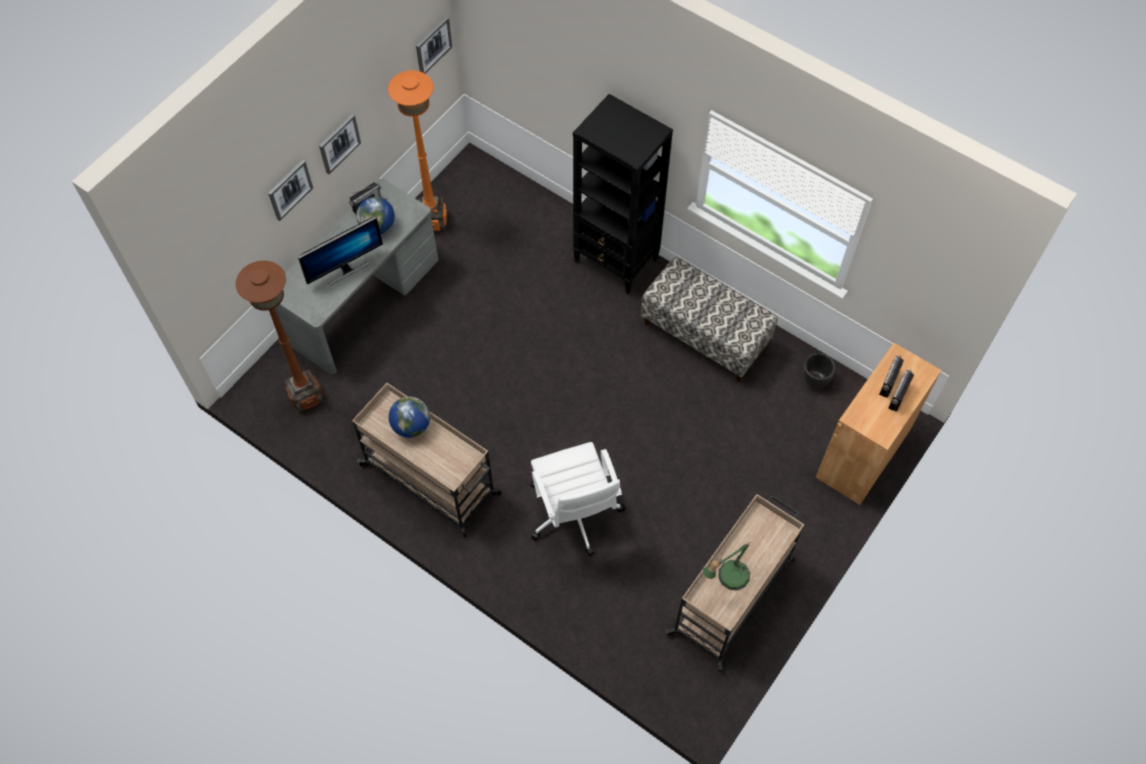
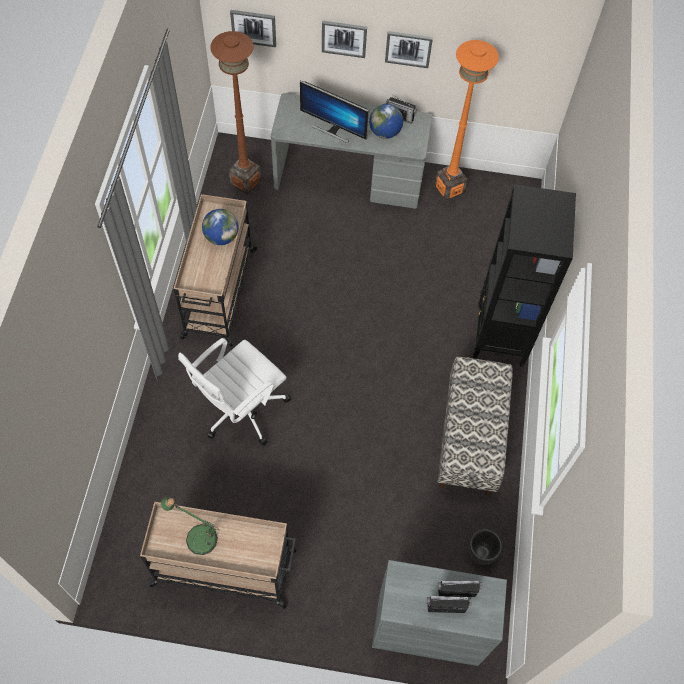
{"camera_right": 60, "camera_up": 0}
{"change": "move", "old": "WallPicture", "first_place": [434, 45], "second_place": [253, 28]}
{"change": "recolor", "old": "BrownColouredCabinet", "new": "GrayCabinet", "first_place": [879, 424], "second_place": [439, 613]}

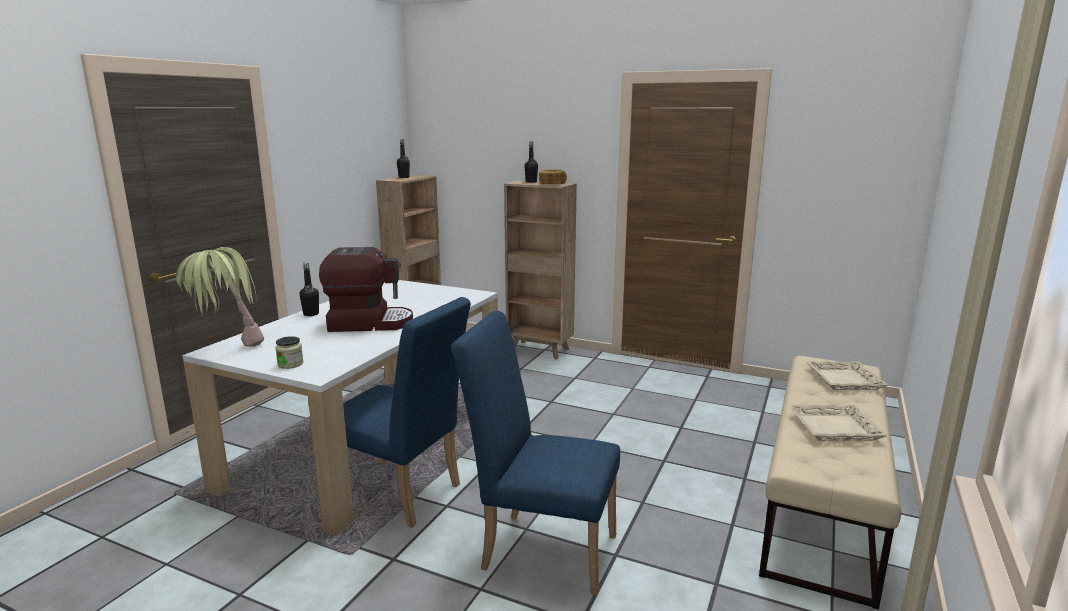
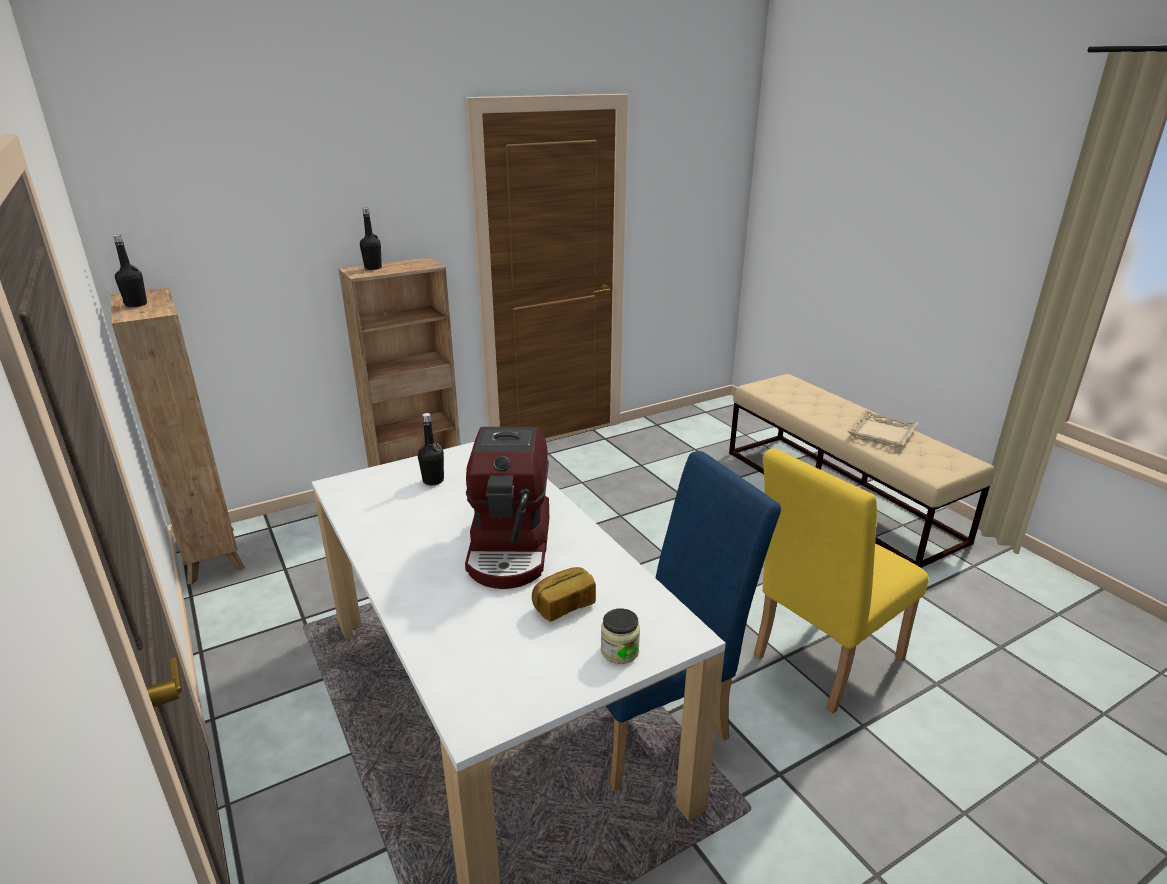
{"camera_right": -55, "camera_up": 10}
{"change": "delete", "old": "Houseplant", "first_place": [220, 297]}
{"change": "delete", "old": "BeigeTray", "first_place": [847, 375]}
{"change": "move", "old": "BlackishDrinkBottle", "first_place": [309, 289], "second_place": [431, 449]}
{"change": "move", "old": "BakeryBread", "first_place": [553, 176], "second_place": [564, 594]}
{"change": "recolor", "old": "BlueColouredPlainChair", "new": "YellowPlainChair", "first_place": [535, 453], "second_place": [841, 581]}
{"change": "rotate", "old": "CoffeeMaker", "first_place": [366, 289], "second_place": [507, 508], "degrees": 150}

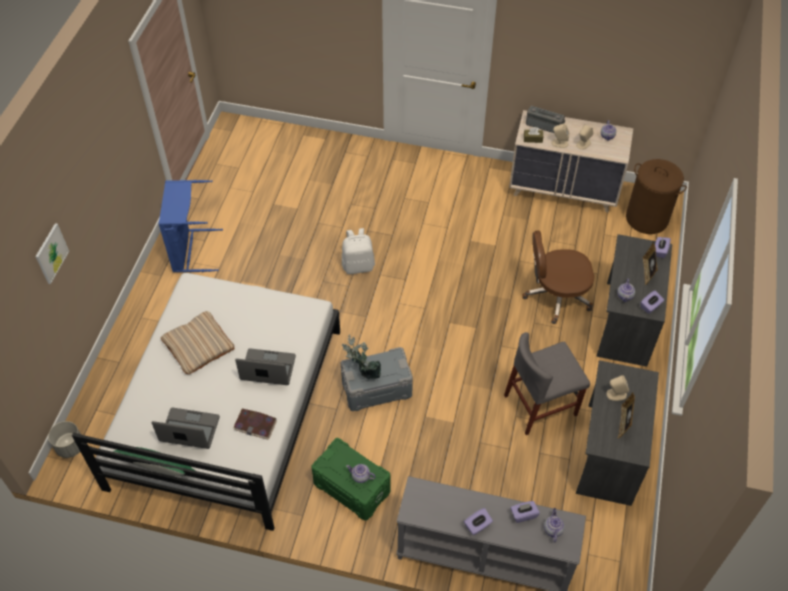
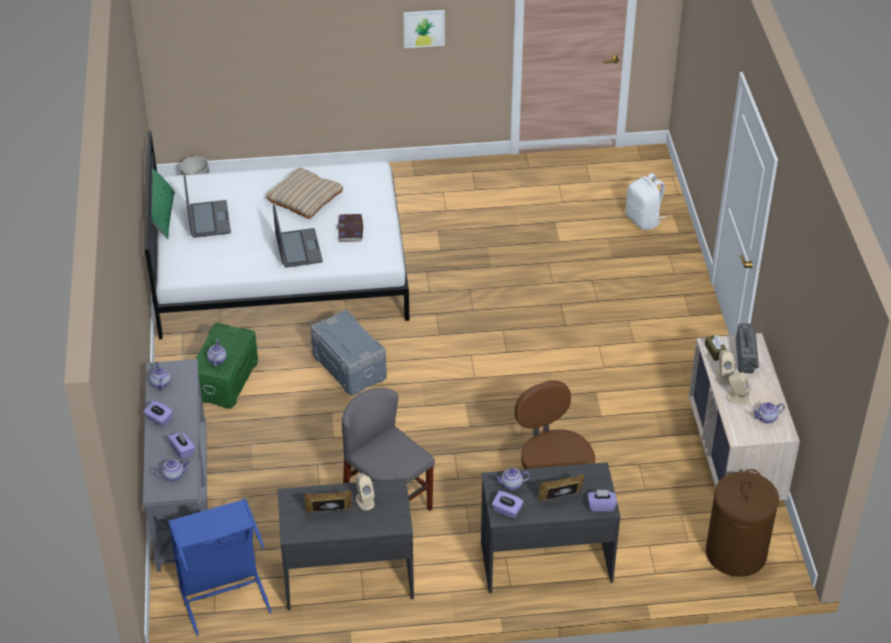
{"camera_right": 70, "camera_up": -10}
{"change": "delete", "old": "Houseplant", "first_place": [361, 356]}
{"change": "insert", "new": "TeaPot", "second_place": [160, 376]}
{"change": "move", "old": "WallPicture", "first_place": [52, 253], "second_place": [424, 29]}
{"change": "move", "old": "BlueColouredLaundryBasket", "first_place": [191, 226], "second_place": [220, 567]}
{"change": "move", "old": "Volume", "first_place": [255, 424], "second_place": [350, 228]}
{"change": "move", "old": "WhitishBackpack", "first_place": [358, 251], "second_place": [646, 201]}

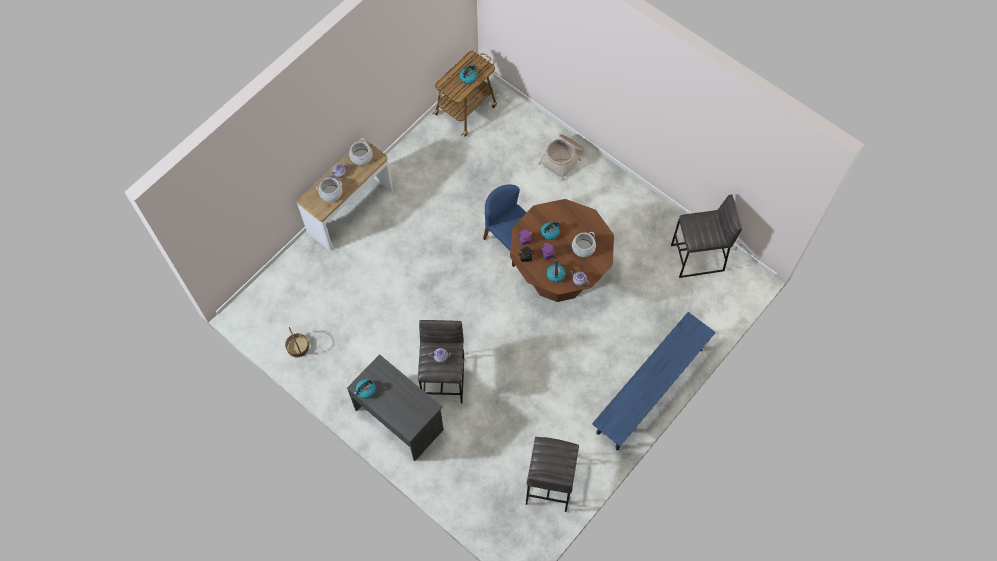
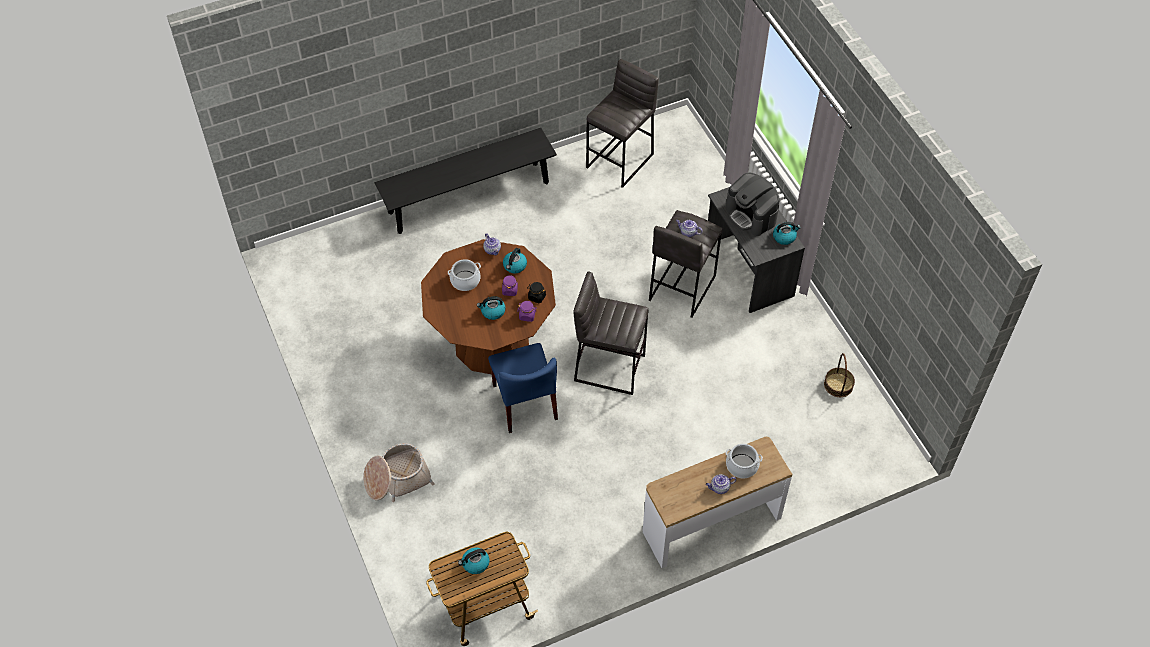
{"camera_right": -155, "camera_up": -10}
{"change": "delete", "old": "Stockpot", "first_place": [361, 152]}
{"change": "insert", "new": "CoffeeMaker", "second_place": [753, 204]}
{"change": "move", "old": "GrayStoolSeat", "first_place": [706, 236], "second_place": [611, 333]}
{"change": "recolor", "old": "BlueColouredIndoorBench", "new": "BlackishIndoorBench", "first_place": [654, 381], "second_place": [466, 181]}

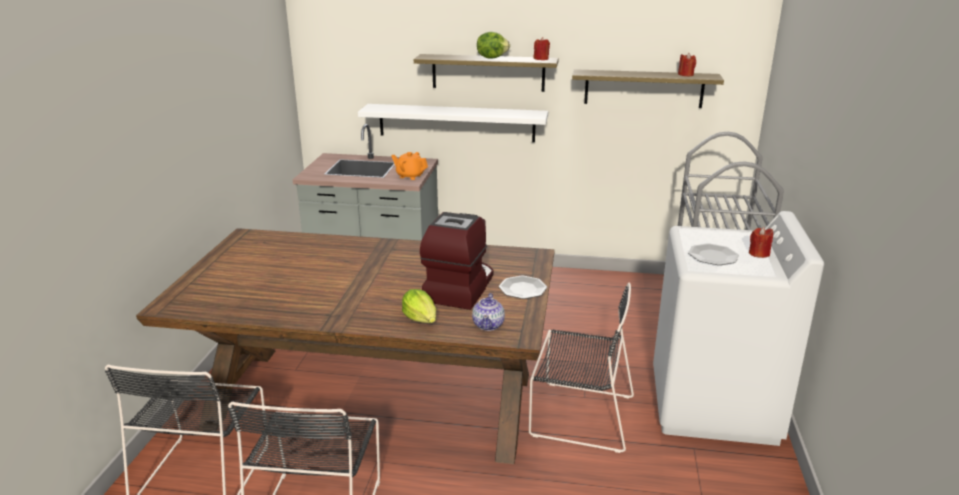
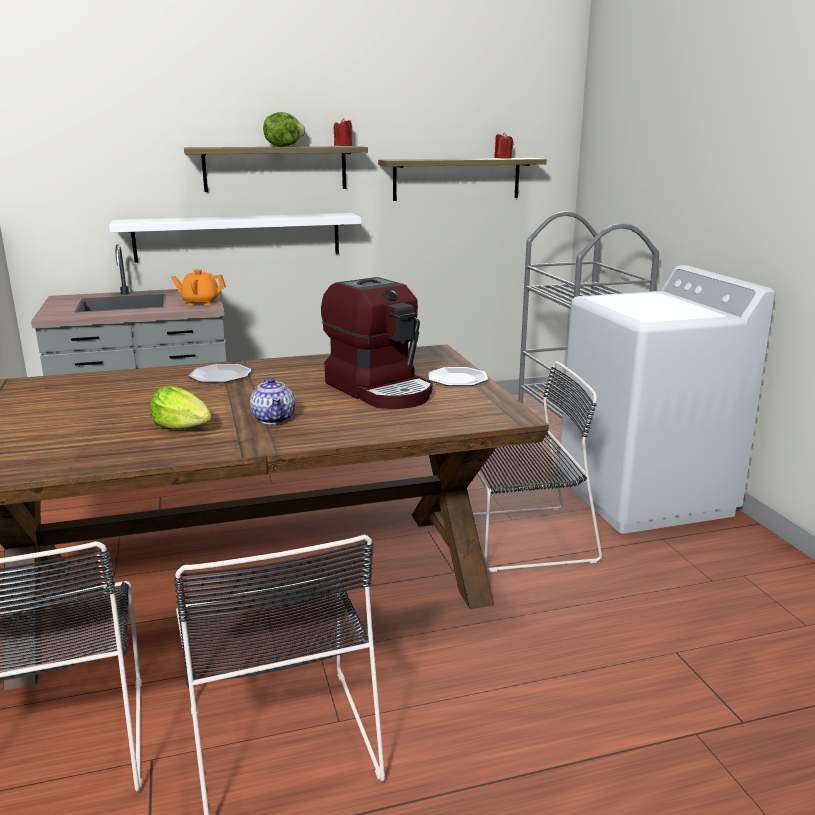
{"camera_right": -25, "camera_up": -5}
{"change": "delete", "old": "RedWaxCandle", "first_place": [761, 242]}
{"change": "move", "old": "HeadOfLettuce", "first_place": [419, 306], "second_place": [180, 407]}
{"change": "move", "old": "TeaPot", "first_place": [488, 312], "second_place": [272, 401]}
{"change": "move", "old": "FlatDish", "first_place": [713, 254], "second_place": [220, 373]}
{"change": "rotate", "old": "CoffeeMaker", "first_place": [457, 261], "second_place": [377, 343], "degrees": 150}

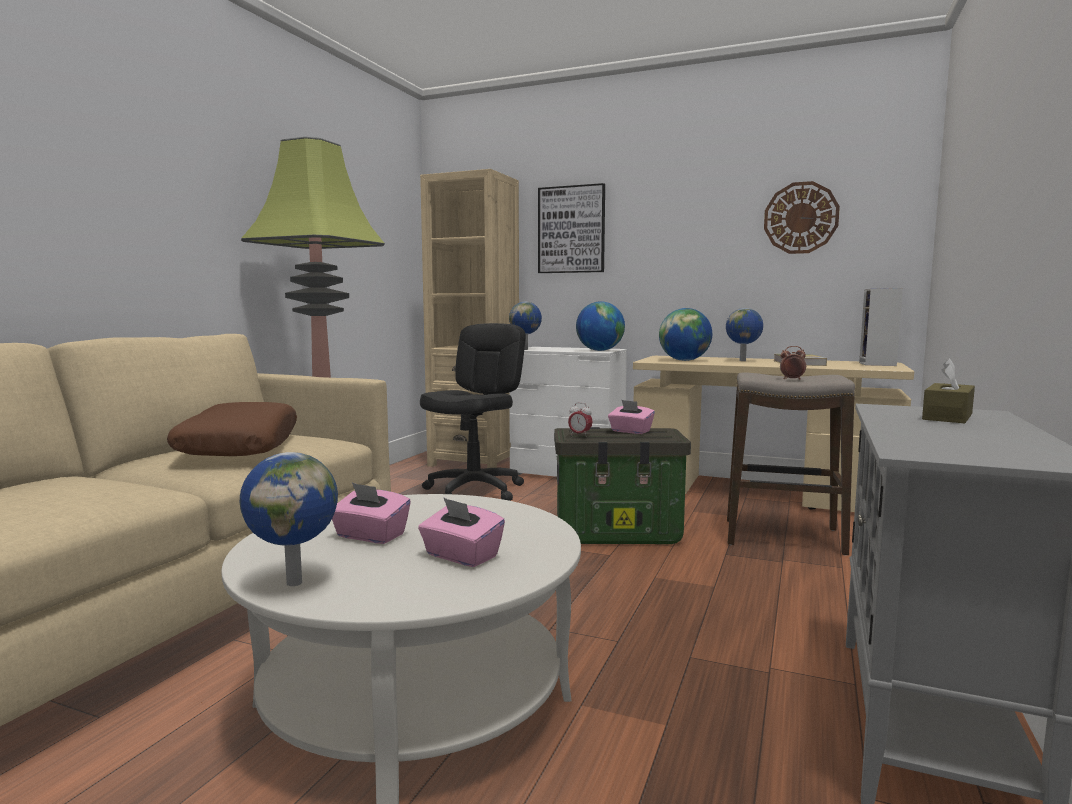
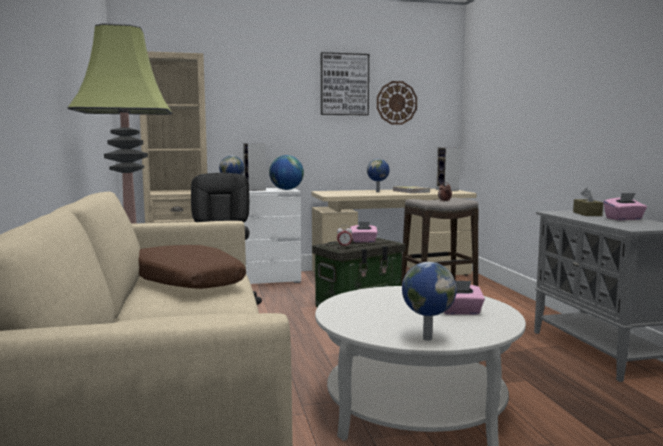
{"camera_right": -35, "camera_up": 0}
{"change": "delete", "old": "Globe", "first_place": [685, 334]}
{"change": "insert", "new": "Loudspeaker", "second_place": [254, 167]}
{"change": "move", "old": "PinkColouredBoxOfTissues", "first_place": [371, 513], "second_place": [625, 206]}
{"change": "move", "old": "WallPicture", "first_place": [571, 228], "second_place": [345, 83]}

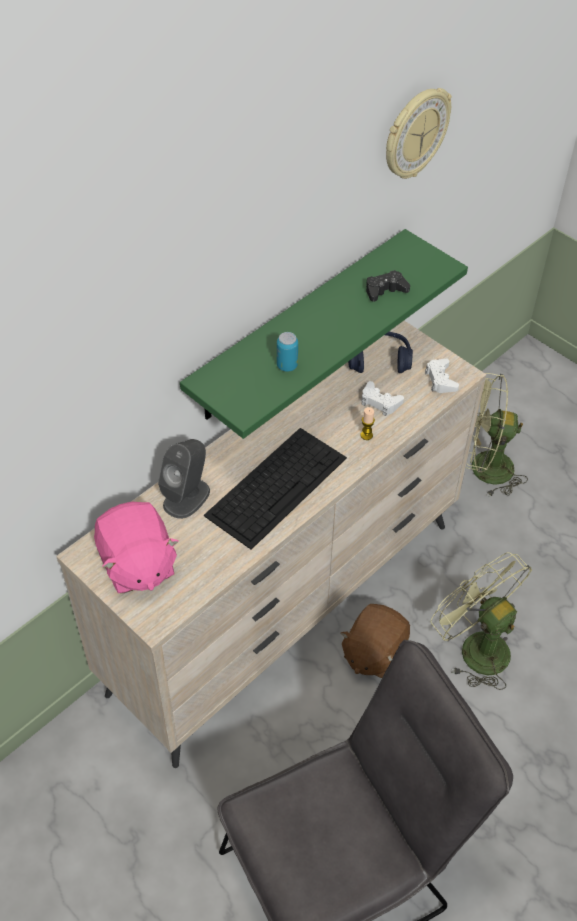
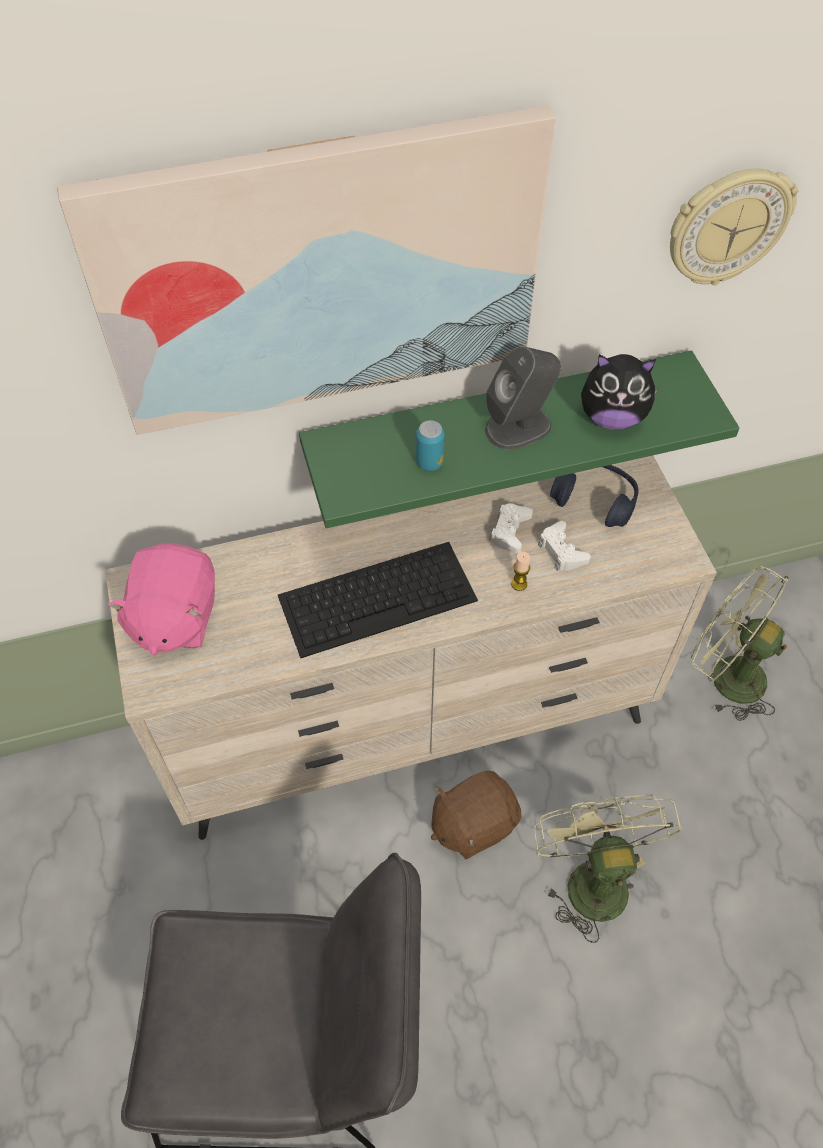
{"camera_right": 30, "camera_up": 5}
{"change": "insert", "new": "WallPicture", "second_place": [306, 270]}
{"change": "move", "old": "GrayLoudspeaker", "first_place": [184, 479], "second_place": [523, 398]}
{"change": "move", "old": "WhitishGamepad", "first_place": [442, 375], "second_place": [511, 528]}
{"change": "replace", "old": "BlackishGamepad", "new": "PlushToy", "first_place": [388, 286], "second_place": [620, 392]}

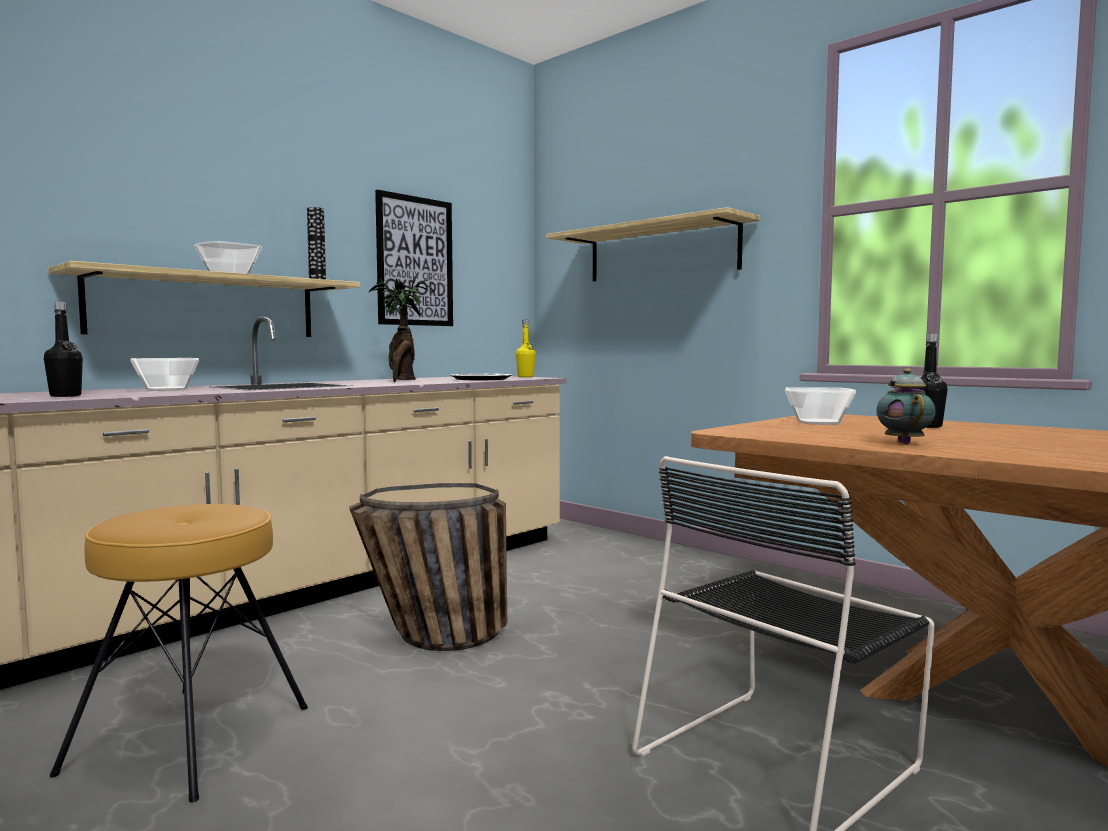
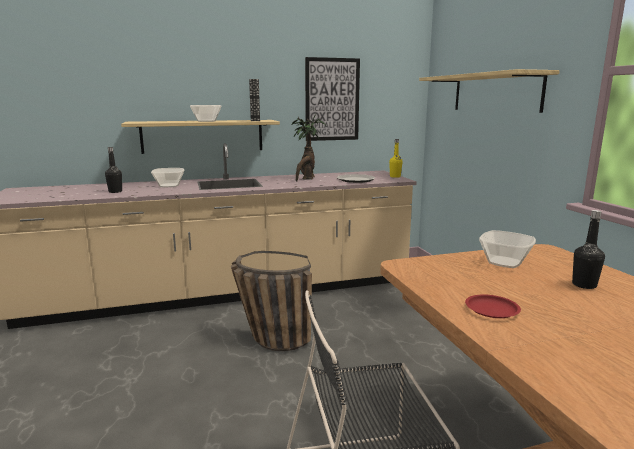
{"camera_right": 30, "camera_up": 10}
{"change": "delete", "old": "BrownColouredStoolSeat", "first_place": [179, 653]}
{"change": "replace", "old": "TeaPot", "new": "RedFlatDish", "first_place": [906, 406], "second_place": [493, 306]}

